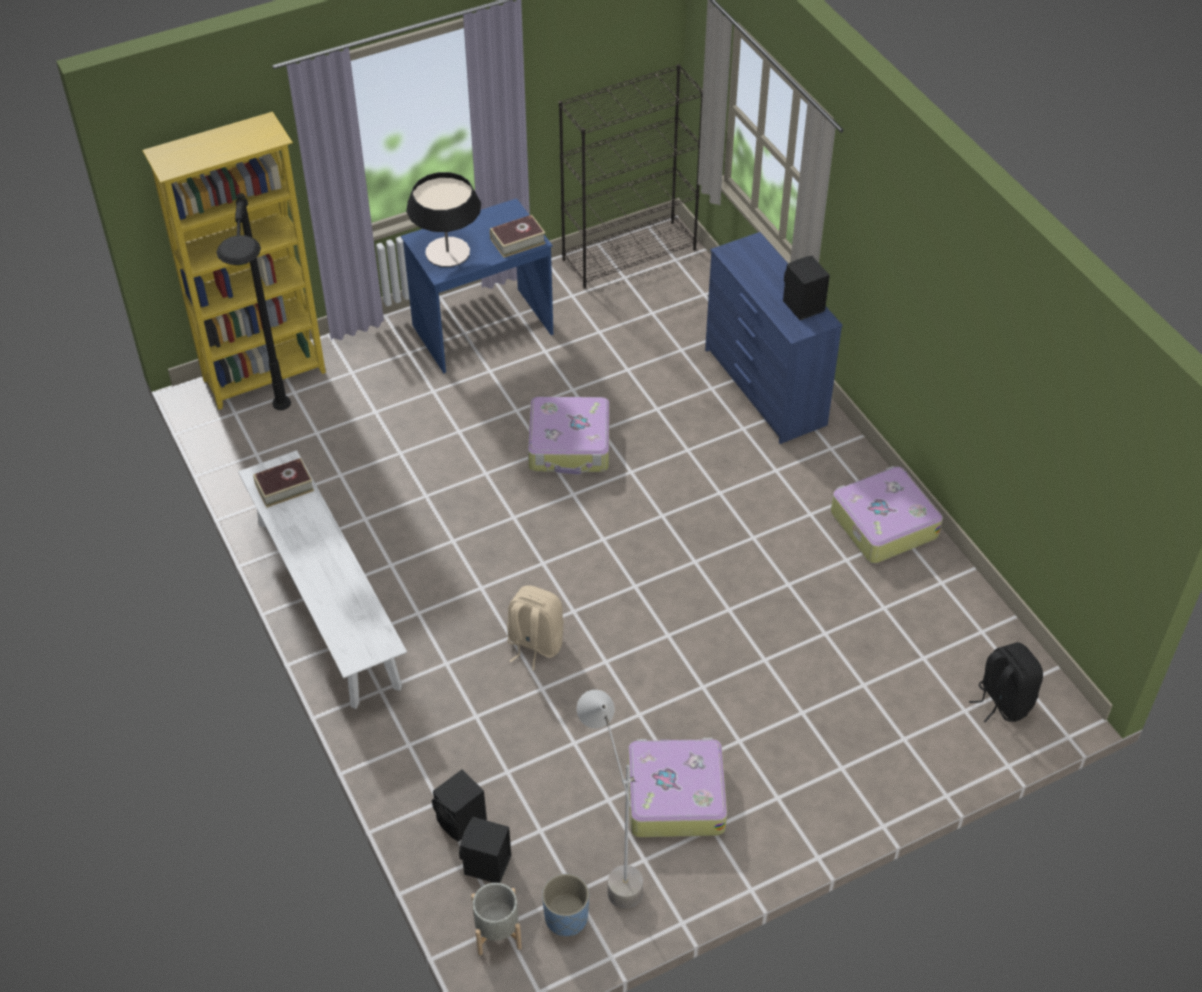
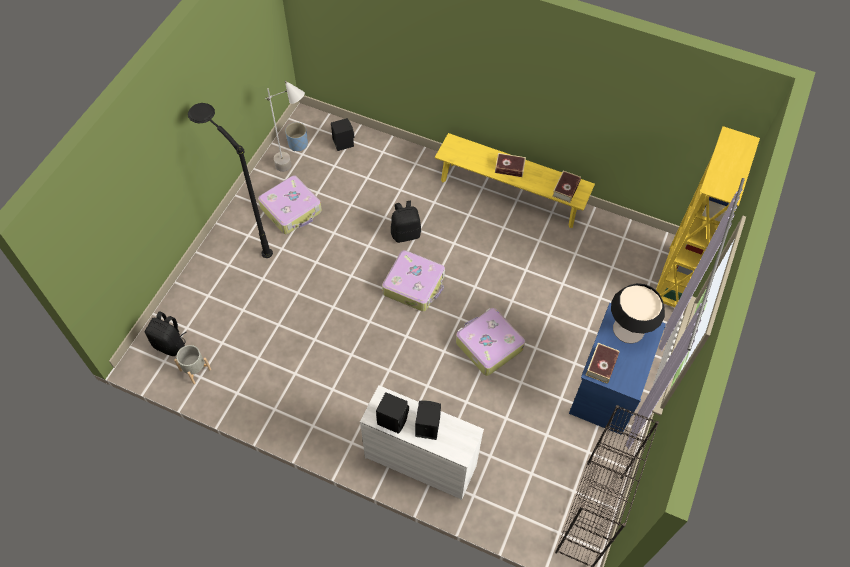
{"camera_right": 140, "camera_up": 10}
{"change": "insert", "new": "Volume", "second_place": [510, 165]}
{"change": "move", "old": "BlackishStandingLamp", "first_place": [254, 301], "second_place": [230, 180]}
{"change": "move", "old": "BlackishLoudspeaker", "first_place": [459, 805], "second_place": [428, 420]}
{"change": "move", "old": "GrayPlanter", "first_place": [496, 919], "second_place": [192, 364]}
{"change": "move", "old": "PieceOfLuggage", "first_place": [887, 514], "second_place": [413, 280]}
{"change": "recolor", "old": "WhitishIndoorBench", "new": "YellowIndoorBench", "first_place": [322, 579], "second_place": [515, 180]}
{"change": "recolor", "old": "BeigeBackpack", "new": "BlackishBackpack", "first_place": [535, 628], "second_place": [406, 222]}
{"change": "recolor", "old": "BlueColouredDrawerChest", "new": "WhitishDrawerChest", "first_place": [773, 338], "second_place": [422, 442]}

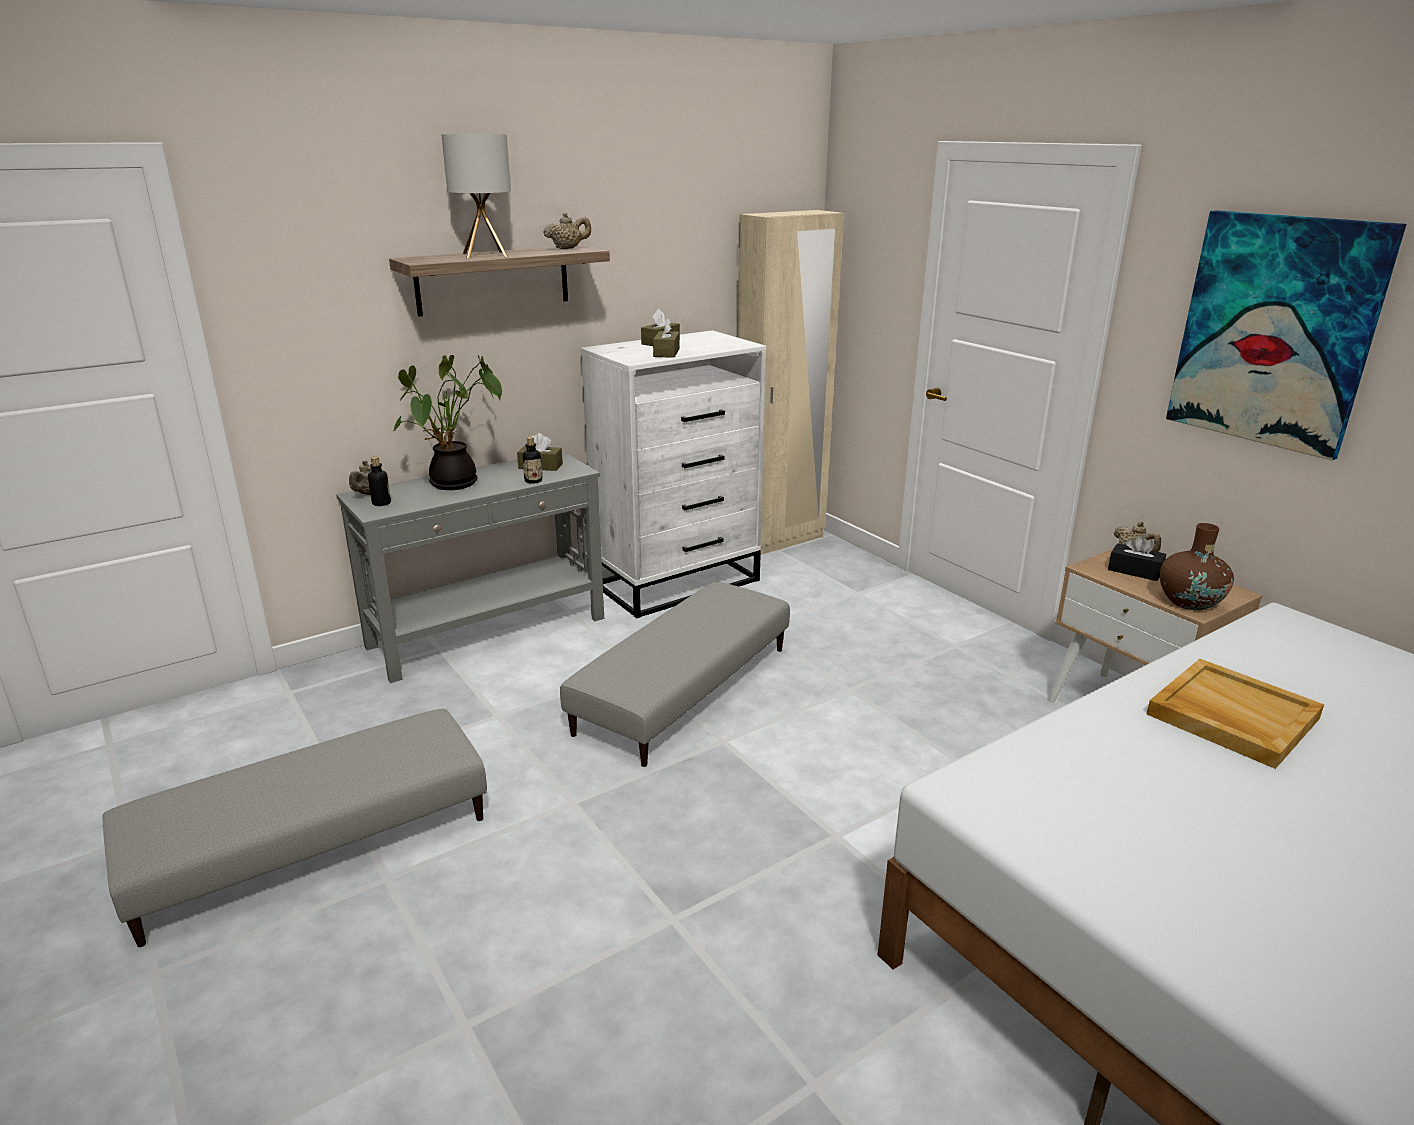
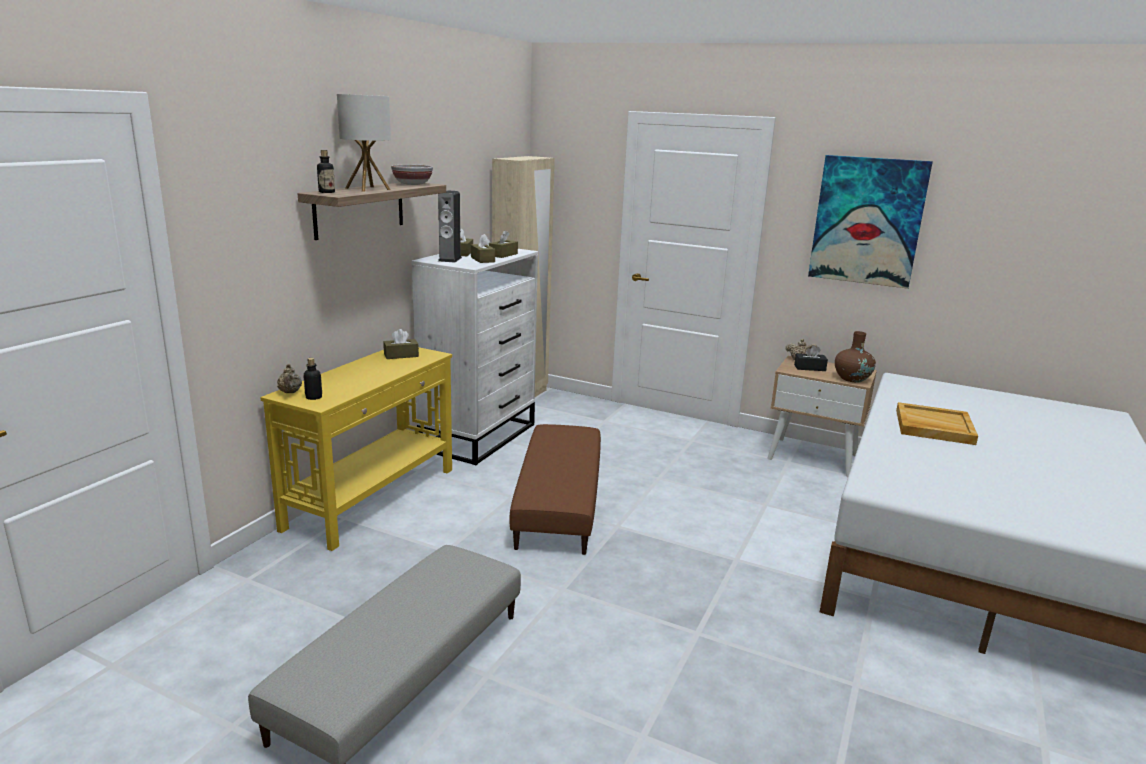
{"camera_right": -30, "camera_up": -5}
{"change": "delete", "old": "Houseplant", "first_place": [447, 422]}
{"change": "insert", "new": "Loudspeaker", "second_place": [450, 226]}
{"change": "insert", "new": "BrownColouredBoxOfTissues", "second_place": [503, 244]}
{"change": "move", "old": "DrinkBottle", "first_place": [532, 460], "second_place": [326, 171]}
{"change": "replace", "old": "BeigeTeaPot", "new": "DeepDish", "first_place": [567, 230], "second_place": [412, 174]}
{"change": "recolor", "old": "GrayConsoleTable", "new": "YellowConsoleTable", "first_place": [470, 567], "second_place": [356, 449]}
{"change": "recolor", "old": "GrayOttoman", "new": "BrownColouredOttoman", "first_place": [675, 674], "second_place": [555, 489]}

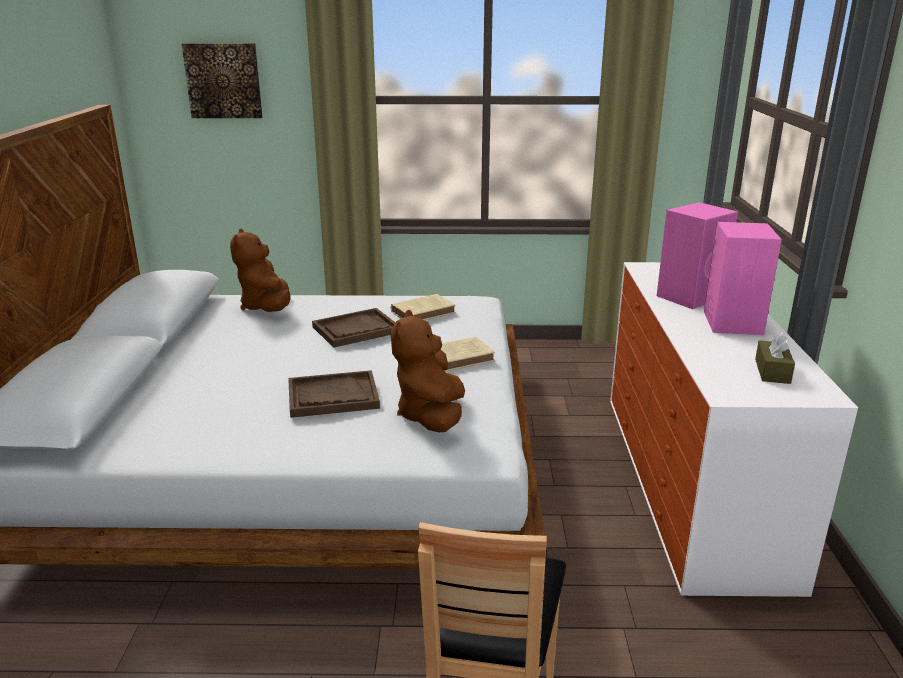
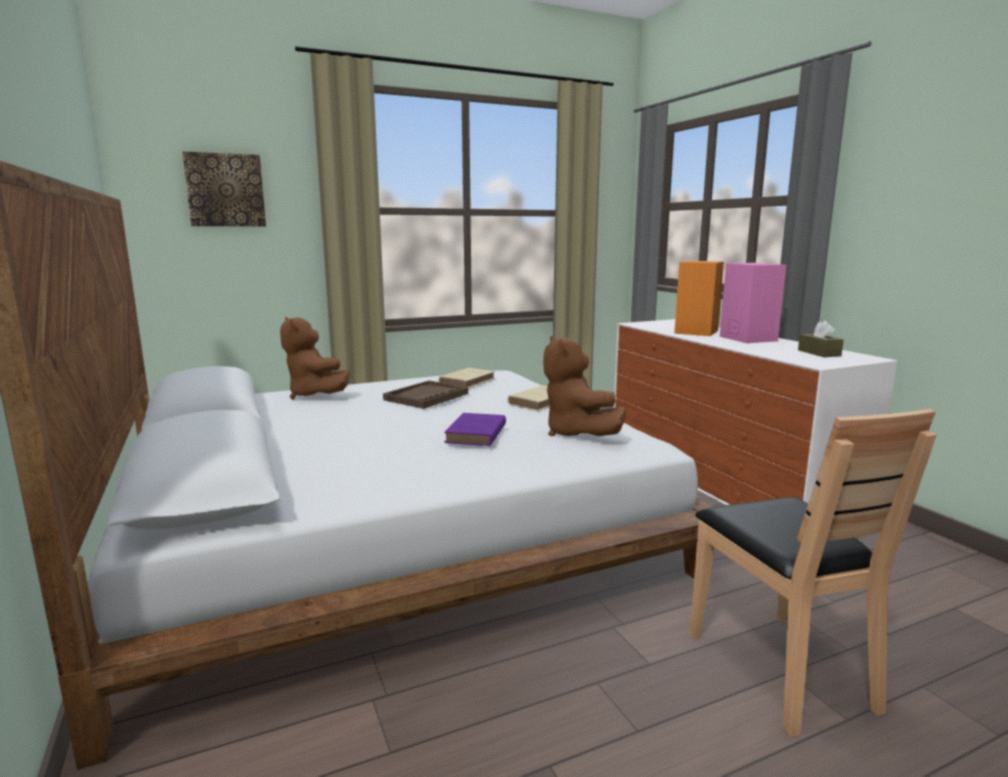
{"camera_right": -25, "camera_up": -10}
{"change": "replace", "old": "BrownColouredTray", "new": "PurpleColouredVolume", "first_place": [334, 394], "second_place": [475, 429]}
{"change": "recolor", "old": "PinkColouredLoudspeaker", "new": "OrangeLoudspeaker", "first_place": [697, 255], "second_place": [699, 298]}

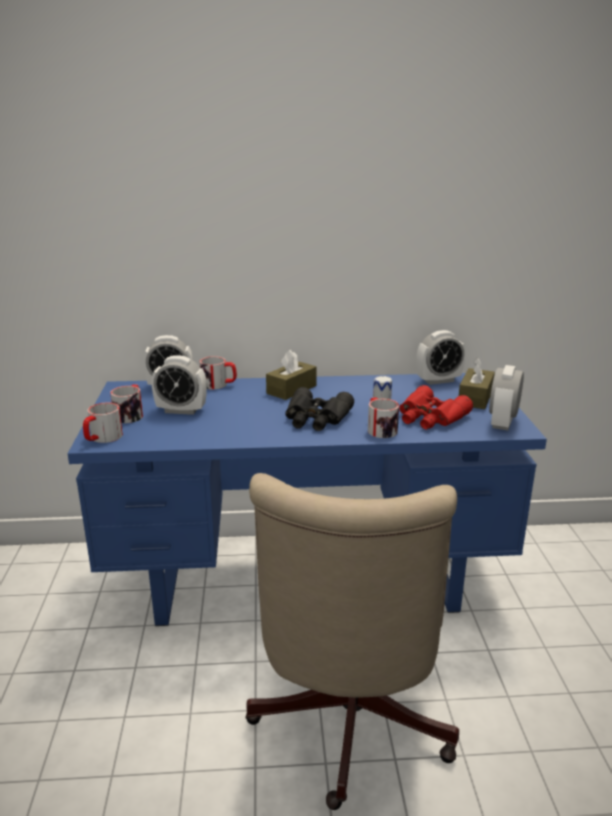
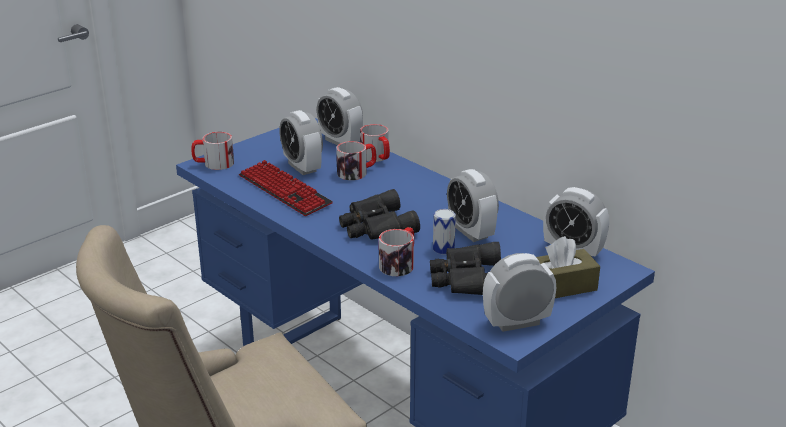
{"camera_right": 50, "camera_up": 5}
{"change": "delete", "old": "BrownColouredBoxOfTissues", "first_place": [291, 375]}
{"change": "insert", "new": "Keyboard", "second_place": [286, 188]}
{"change": "insert", "new": "AlarmClock", "second_place": [473, 205]}
{"change": "move", "old": "TeaMug", "first_place": [126, 404], "second_place": [356, 160]}
{"change": "recolor", "old": "RedPairOfBinoculars", "new": "BlackishPairOfBinoculars", "first_place": [436, 407], "second_place": [465, 268]}

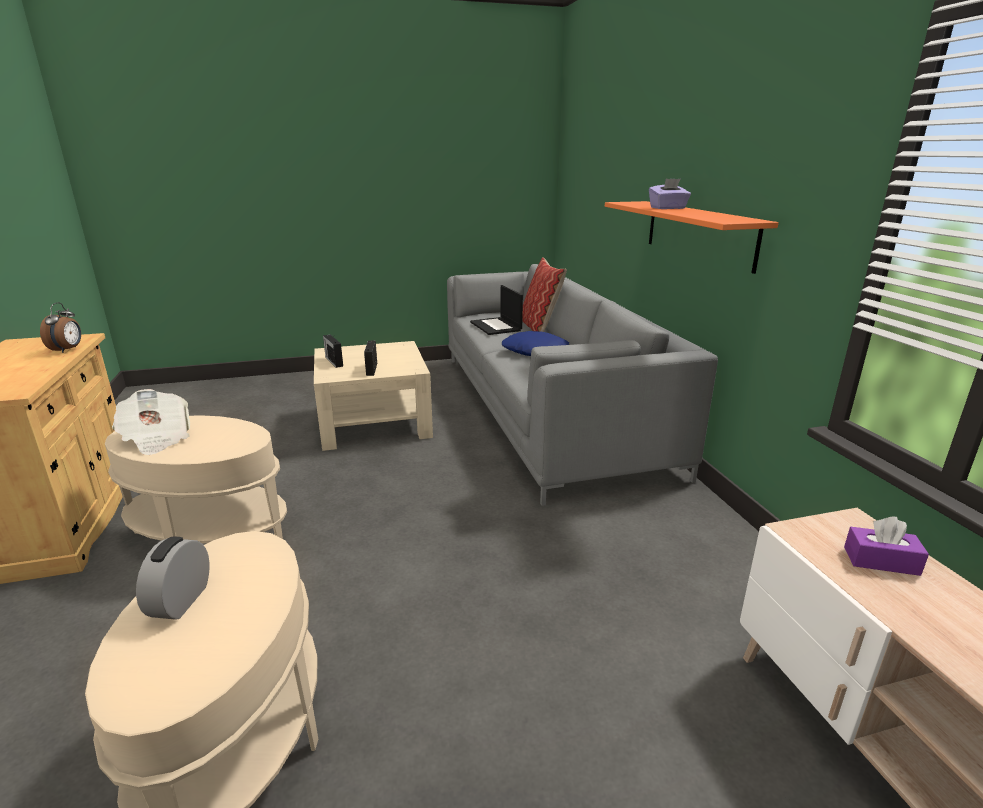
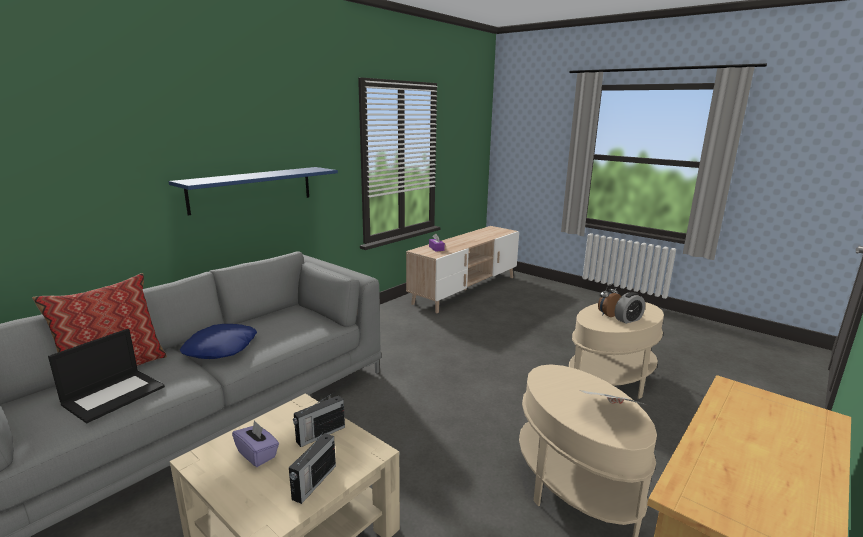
{"camera_right": -125, "camera_up": -5}
{"change": "move", "old": "AlarmClock", "first_place": [60, 327], "second_place": [609, 300]}
{"change": "move", "old": "PurpleColouredBoxOfTissues", "first_place": [670, 194], "second_place": [255, 443]}
{"change": "recolor", "old": "OrangeShelf", "new": "BlueColouredShelf", "first_place": [692, 237], "second_place": [253, 191]}

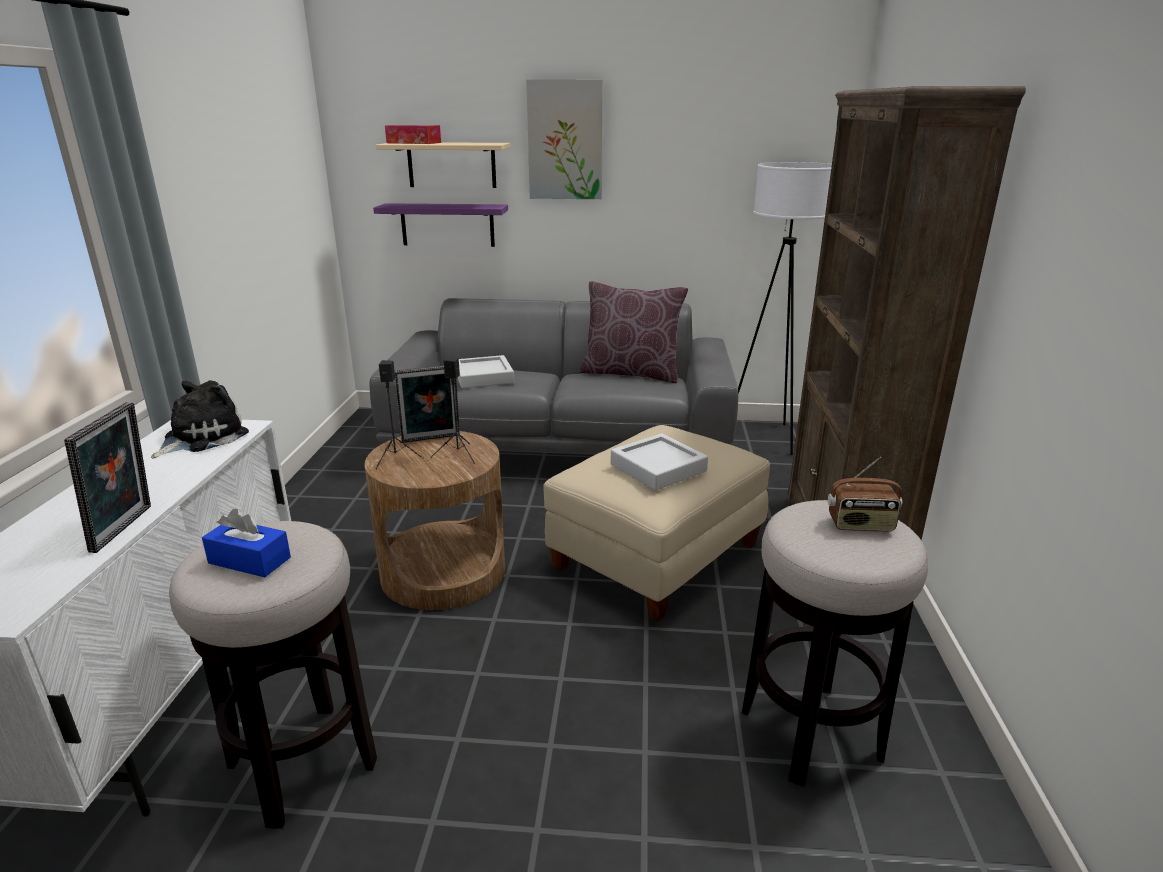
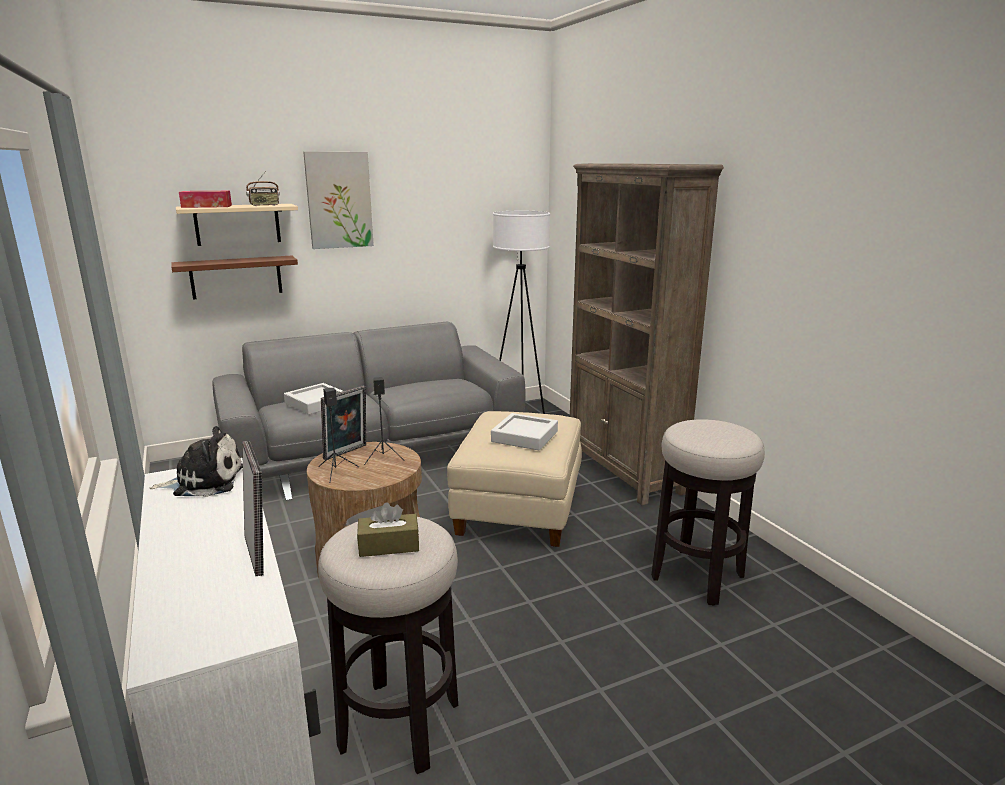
{"camera_right": -30, "camera_up": -5}
{"change": "delete", "old": "BrownColouredCushion", "first_place": [633, 332]}
{"change": "move", "old": "RadioSet", "first_place": [865, 494], "second_place": [263, 189]}
{"change": "recolor", "old": "BlueColouredBoxOfTissues", "new": "BrownColouredBoxOfTissues", "first_place": [246, 543], "second_place": [388, 529]}
{"change": "recolor", "old": "PurpleColouredShelf", "new": "BrownColouredShelf", "first_place": [440, 225], "second_place": [234, 277]}
{"change": "rotate", "old": "PlushToy", "first_place": [200, 419], "second_place": [196, 461], "degrees": 75}

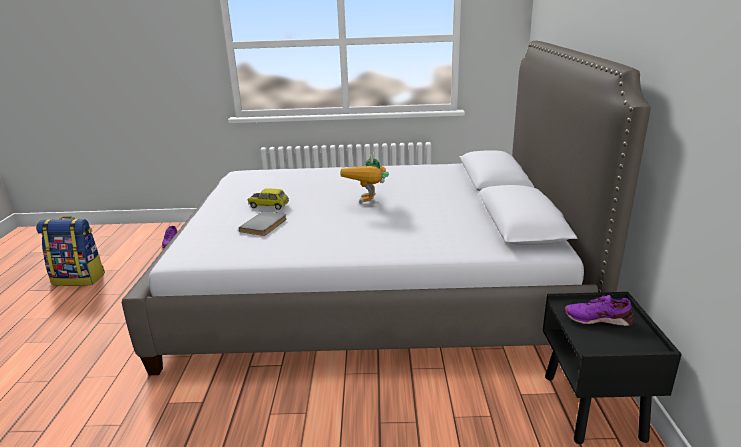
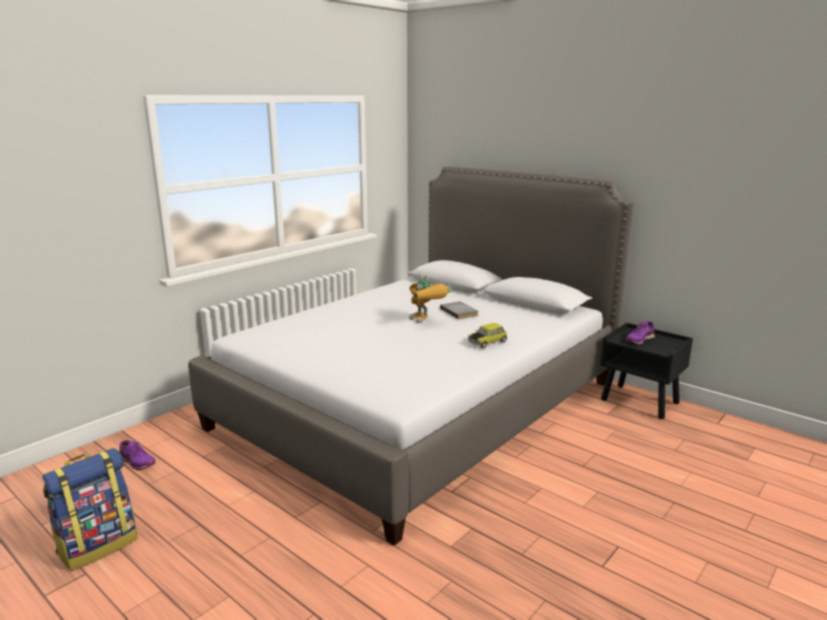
{"camera_right": -50, "camera_up": -5}
{"change": "move", "old": "GrayVolume", "first_place": [263, 223], "second_place": [459, 310]}
{"change": "move", "old": "ToyCar", "first_place": [268, 199], "second_place": [488, 335]}

